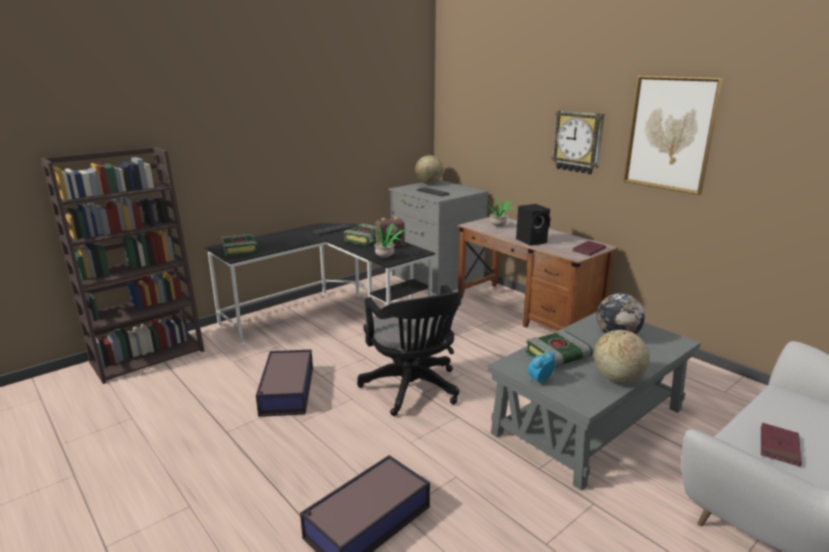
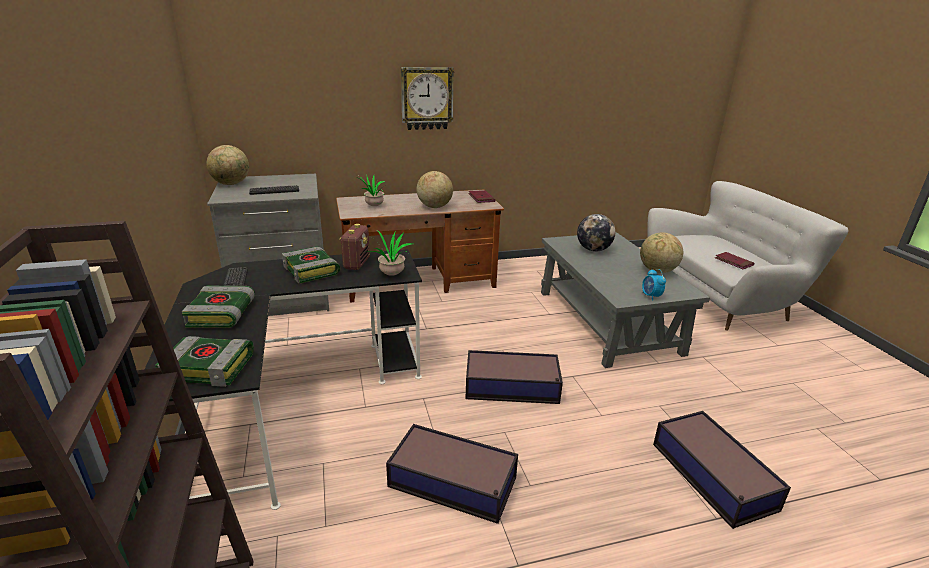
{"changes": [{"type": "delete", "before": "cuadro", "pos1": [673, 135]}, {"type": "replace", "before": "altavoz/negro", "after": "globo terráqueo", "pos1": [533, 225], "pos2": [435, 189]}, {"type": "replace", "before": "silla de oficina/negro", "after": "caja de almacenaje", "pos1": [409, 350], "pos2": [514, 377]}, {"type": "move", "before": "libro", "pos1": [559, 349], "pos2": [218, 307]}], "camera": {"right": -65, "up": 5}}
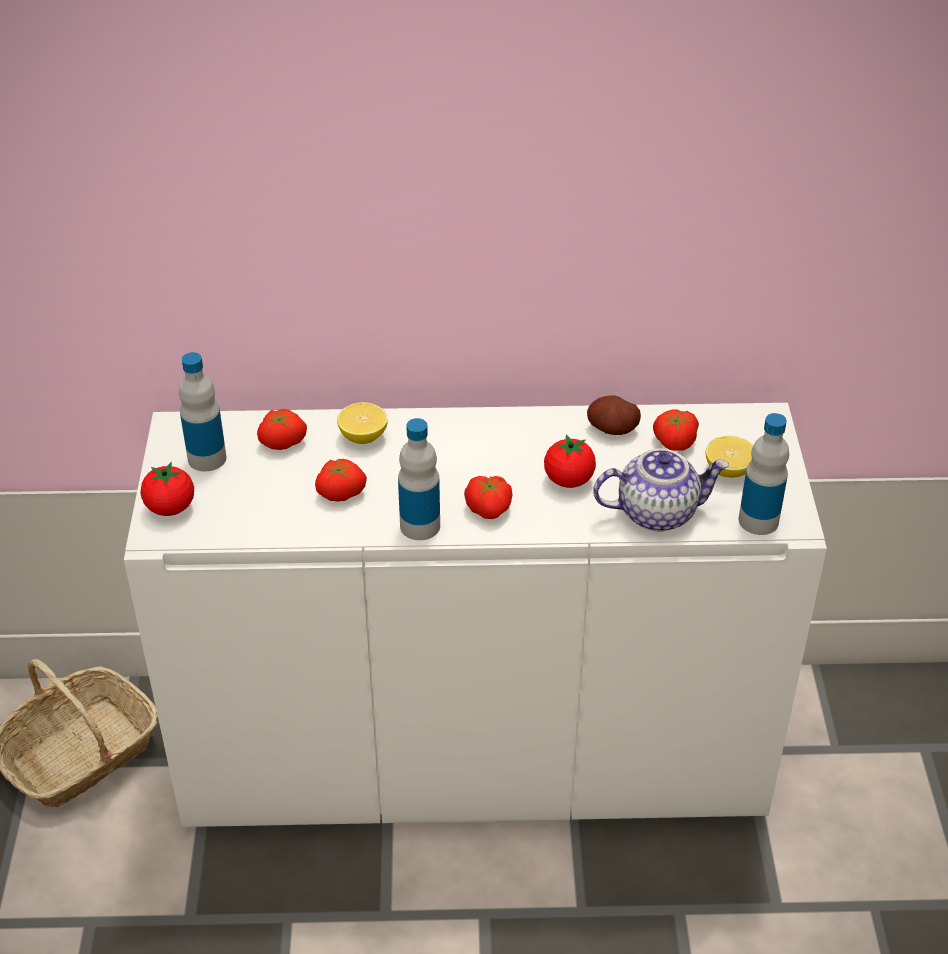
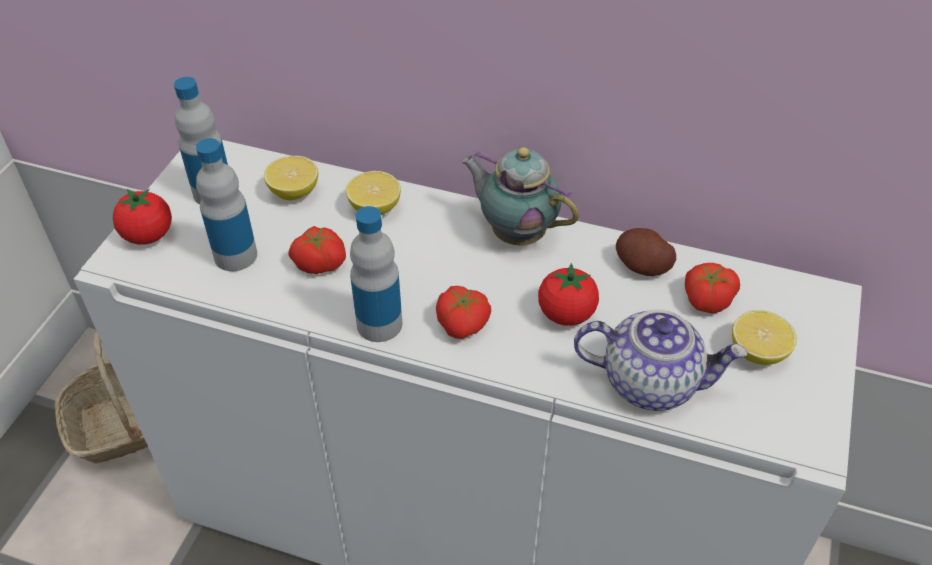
{"changes": [{"type": "replace", "before": "tomate", "after": "limón", "pos1": [282, 429], "pos2": [291, 178]}, {"type": "move", "before": "botella", "pos1": [763, 474], "pos2": [226, 204]}, {"type": "insert", "after": "tetera", "pos2": [520, 196]}], "camera": {"right": 20, "up": 5}}
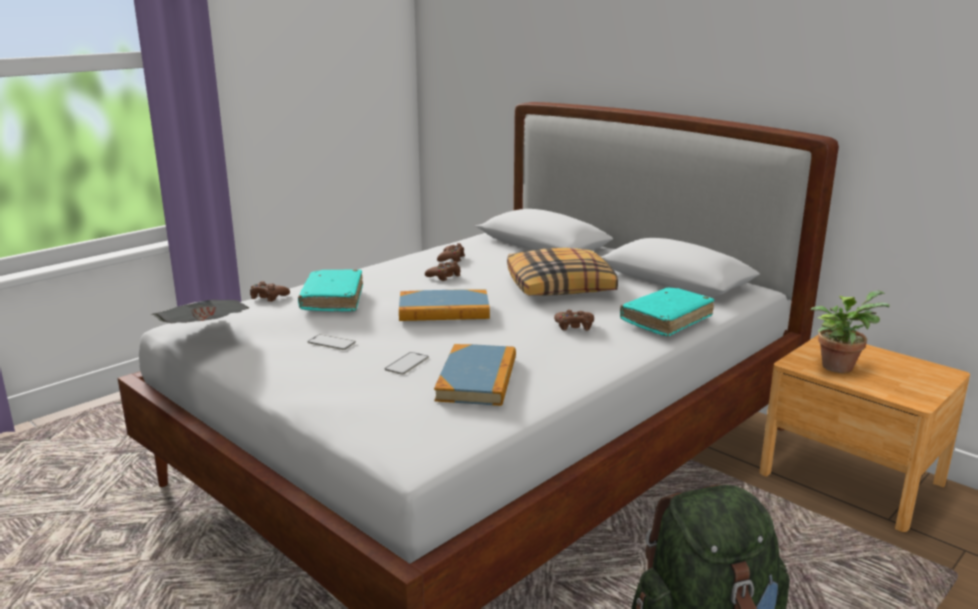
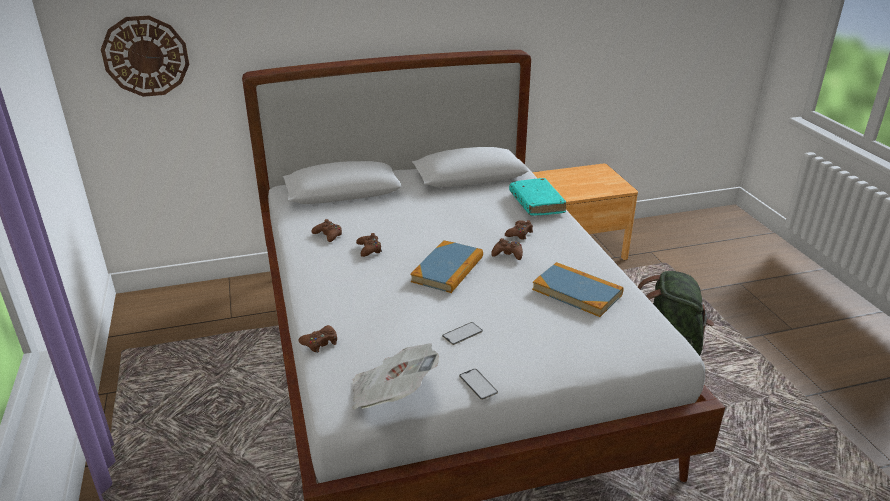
{"changes": [{"type": "delete", "before": "cojín", "pos1": [562, 271]}, {"type": "delete", "before": "libro/turquesa", "pos1": [330, 290]}, {"type": "delete", "before": "planta en maceta", "pos1": [849, 331]}, {"type": "move", "before": "móvil", "pos1": [407, 363], "pos2": [478, 384]}, {"type": "insert", "after": "reloj de pared", "pos2": [145, 56]}, {"type": "insert", "after": "mando de consola/marrón", "pos2": [507, 249]}], "camera": {"right": -60, "up": 10}}
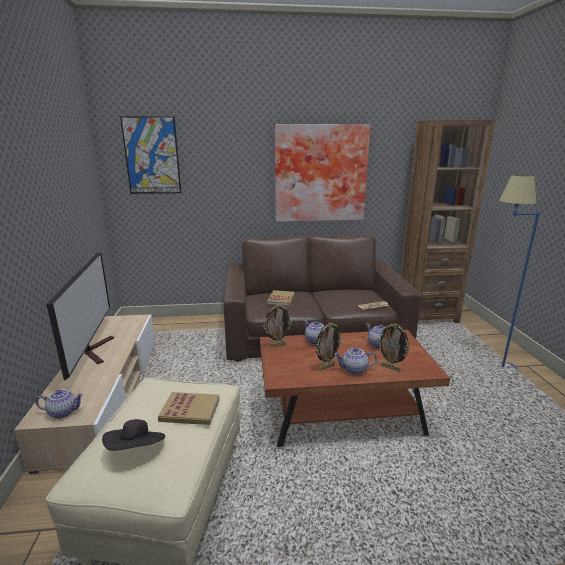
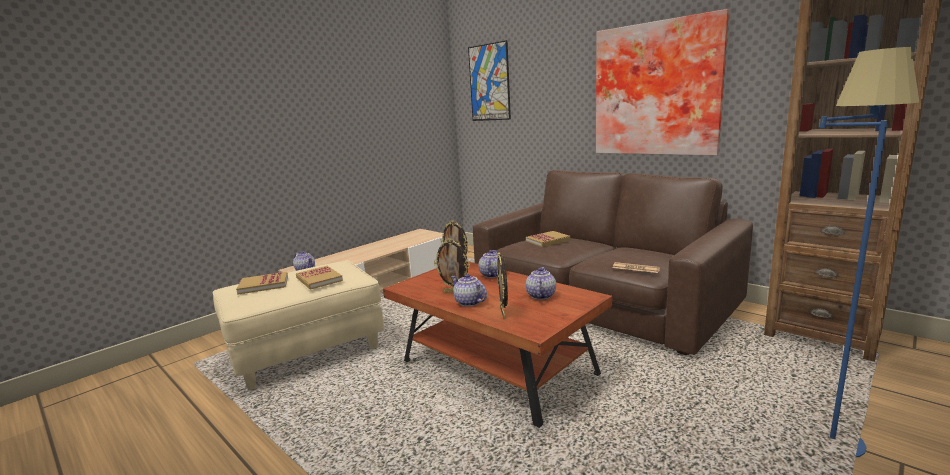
{"changes": [{"type": "delete", "before": "televisor", "pos1": [80, 316]}, {"type": "replace", "before": "sombrero/negro", "after": "libro", "pos1": [133, 435], "pos2": [262, 283]}], "camera": {"right": 50, "up": -5}}
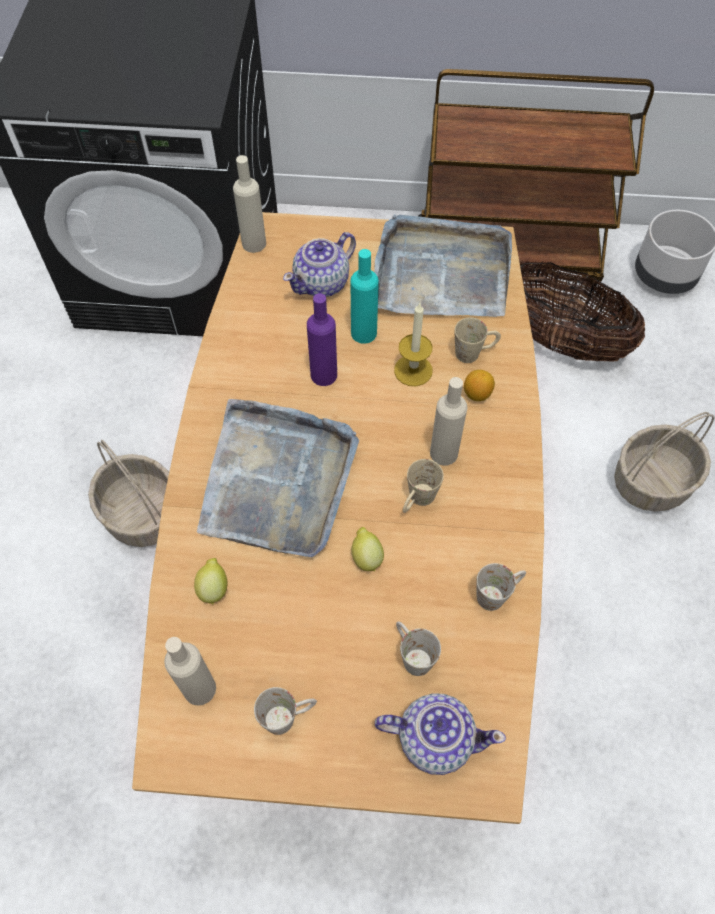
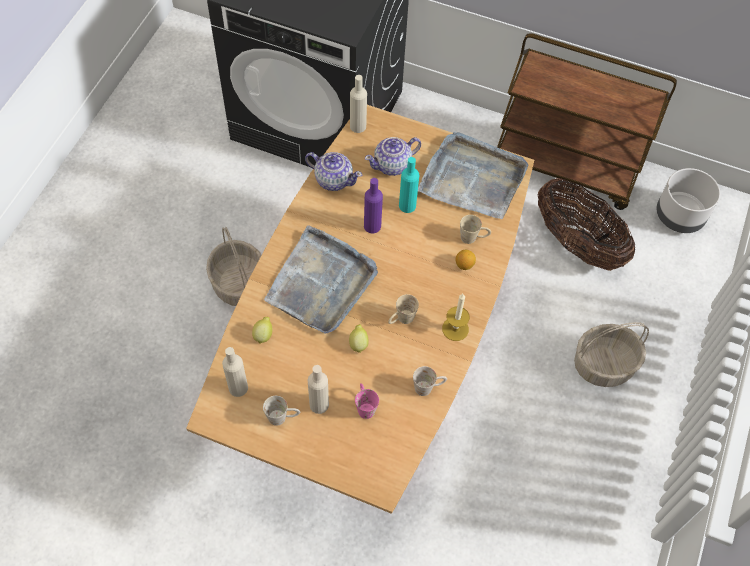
{"changes": [{"type": "move", "before": "vela", "pos1": [413, 344], "pos2": [456, 317]}, {"type": "move", "before": "botella/beis", "pos1": [449, 421], "pos2": [318, 389]}, {"type": "recolor", "before": "taza grande/blanco", "after": "taza grande/rosa", "pos1": [418, 648], "pos2": [367, 401]}, {"type": "move", "before": "tetera", "pos1": [440, 734], "pos2": [333, 171]}], "camera": {"right": 15, "up": 0}}
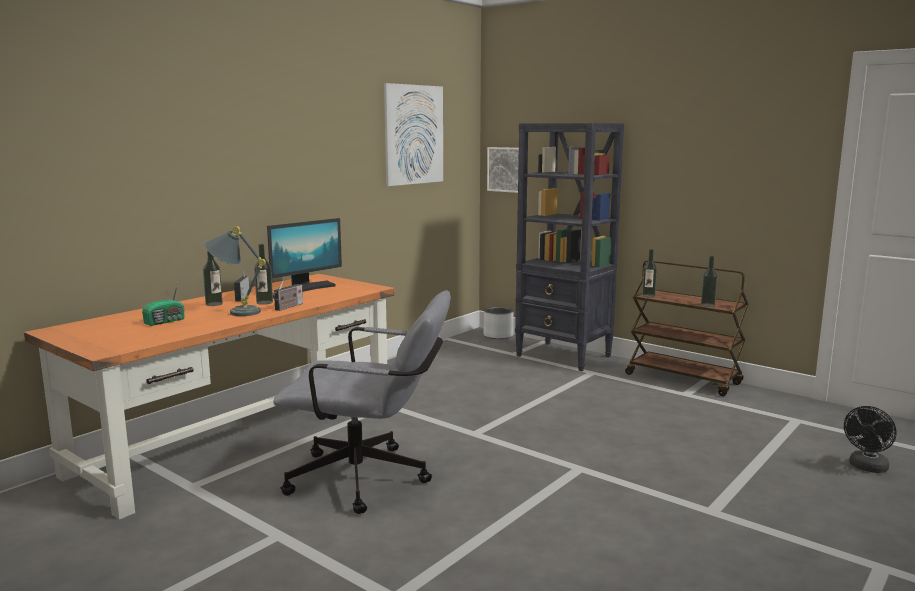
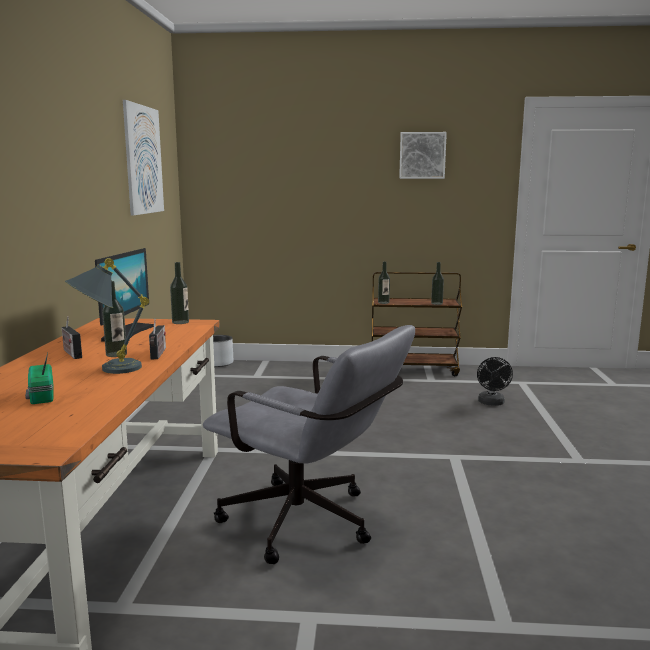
{"changes": [{"type": "delete", "before": "estantería/negro", "pos1": [569, 247]}, {"type": "move", "before": "cuadro", "pos1": [503, 170], "pos2": [423, 155]}, {"type": "move", "before": "botella", "pos1": [213, 278], "pos2": [179, 293]}, {"type": "rotate", "before": "radio", "pos1": [163, 304], "pos2": [39, 378], "turn": 150}, {"type": "rotate", "before": "silla de oficina/gris", "pos1": [362, 402], "pos2": [309, 444], "turn": 60}, {"type": "move", "before": "ventilador/negro", "pos1": [870, 439], "pos2": [495, 381]}], "camera": {"right": -35, "up": 0}}
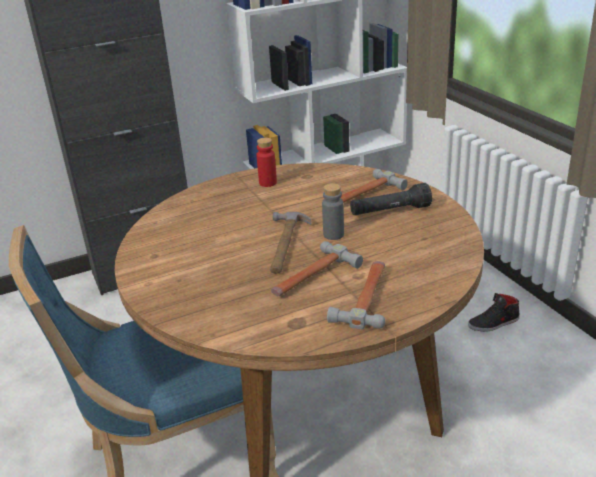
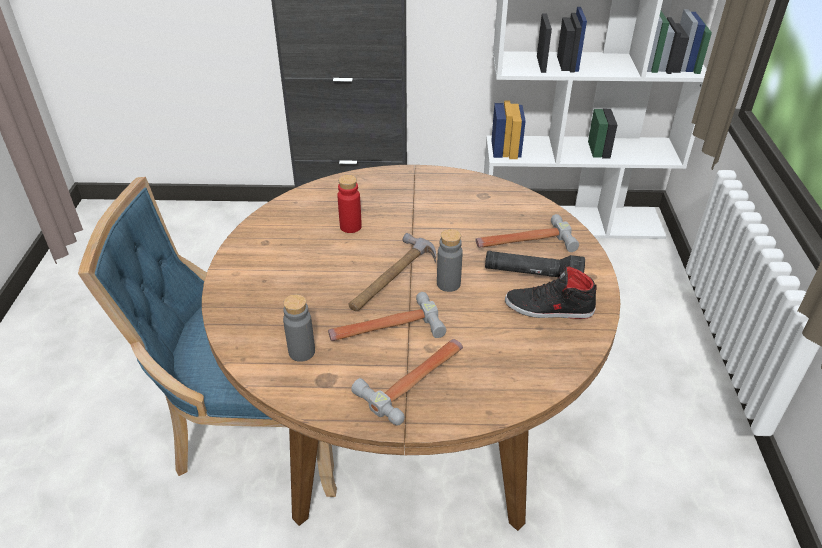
{"changes": [{"type": "move", "before": "botella/rojo", "pos1": [266, 162], "pos2": [349, 204]}, {"type": "move", "before": "zapato/negro", "pos1": [493, 312], "pos2": [551, 291]}, {"type": "insert", "after": "botella/gris", "pos2": [299, 328]}], "camera": {"right": 25, "up": 10}}
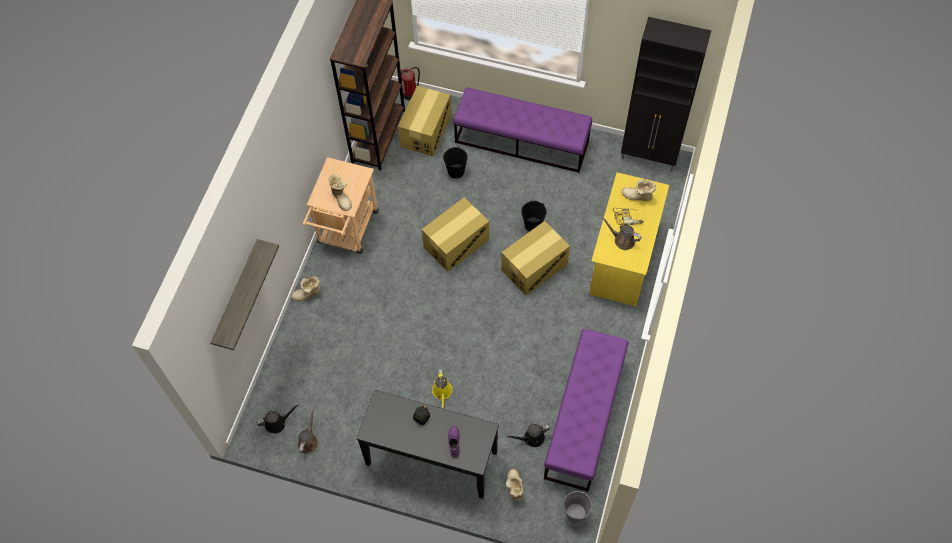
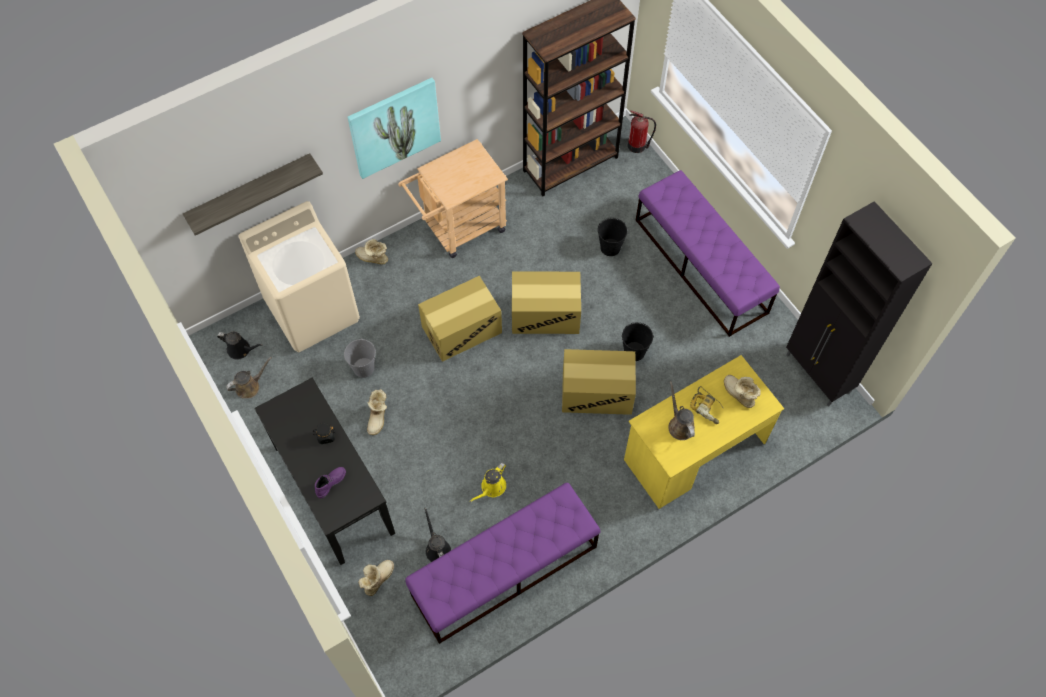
{"changes": [{"type": "move", "before": "caja de cartón", "pos1": [424, 121], "pos2": [460, 319]}, {"type": "move", "before": "bota", "pos1": [340, 192], "pos2": [377, 412]}, {"type": "move", "before": "regadera/amarillo", "pos1": [442, 388], "pos2": [488, 482]}, {"type": "rotate", "before": "regadera/negro", "pos1": [528, 435], "pos2": [437, 535], "turn": 45}, {"type": "move", "before": "cubo/gris", "pos1": [577, 507], "pos2": [360, 358]}, {"type": "insert", "after": "cuadro", "pos2": [394, 128]}, {"type": "insert", "after": "lavadora/beis", "pos2": [299, 276]}], "camera": {"right": 40, "up": 0}}
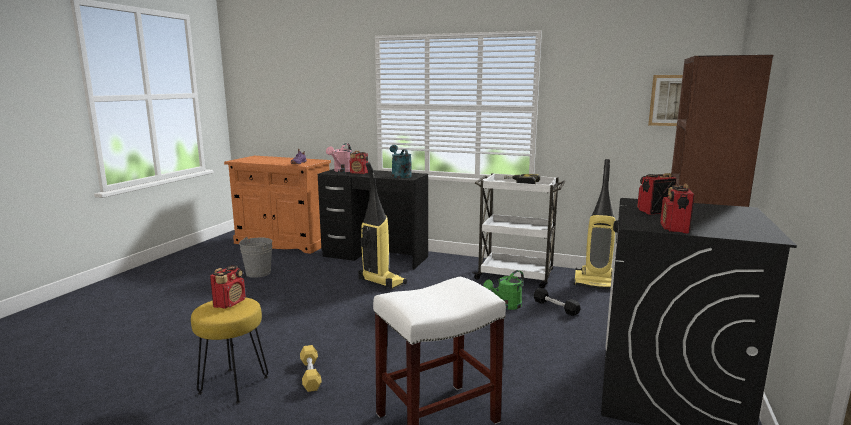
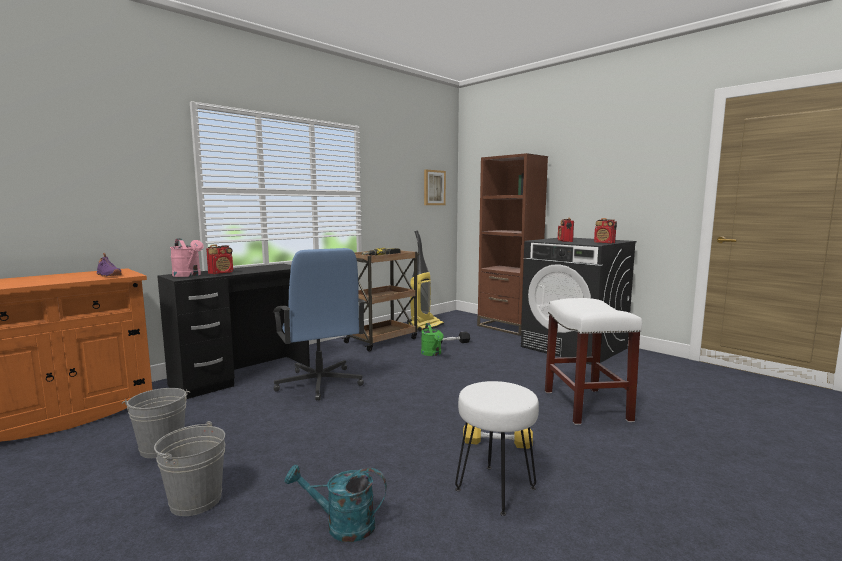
{"changes": [{"type": "move", "before": "regadera/turquesa", "pos1": [401, 161], "pos2": [336, 503]}, {"type": "replace", "before": "aspiradora", "after": "silla de oficina/azul", "pos1": [382, 225], "pos2": [319, 324]}, {"type": "recolor", "before": "carrito/blanco", "after": "carrito/marrón", "pos1": [518, 230], "pos2": [380, 301]}, {"type": "delete", "before": "radio", "pos1": [228, 287]}, {"type": "recolor", "before": "taburete/amarillo", "after": "taburete/blanco", "pos1": [229, 350], "pos2": [497, 448]}, {"type": "insert", "after": "cubo/gris", "pos2": [189, 468]}], "camera": {"right": -65, "up": -5}}
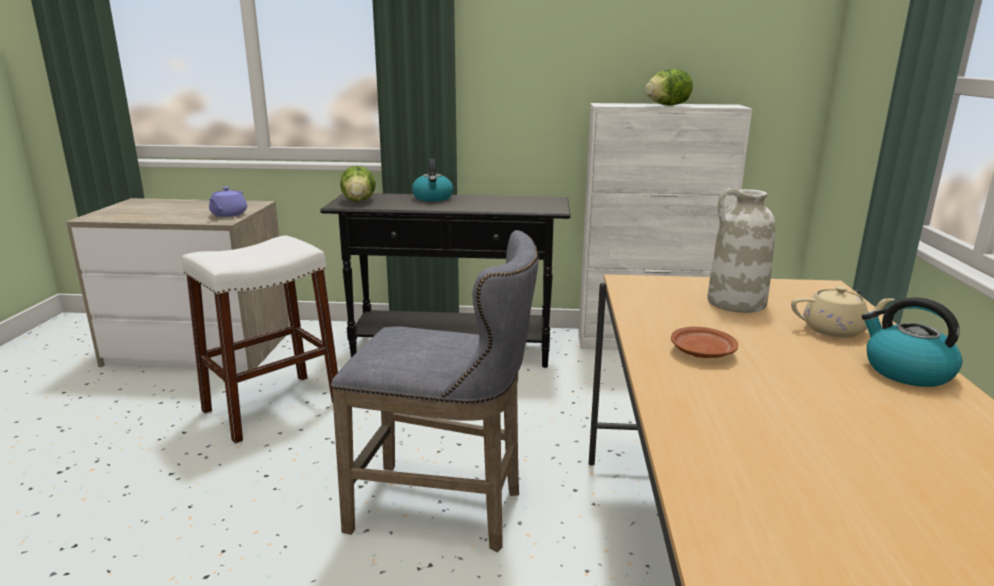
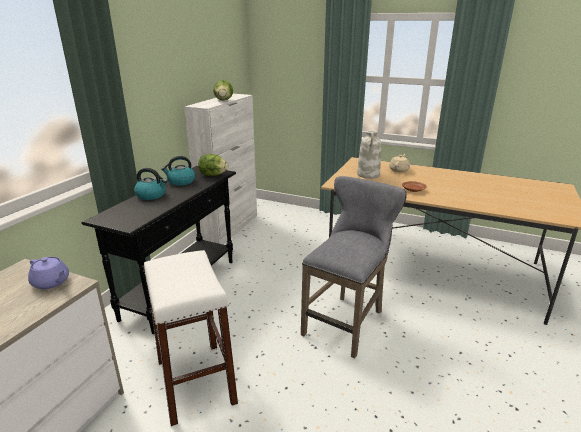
{"changes": [{"type": "move", "before": "lechuga", "pos1": [358, 183], "pos2": [213, 165]}, {"type": "move", "before": "hervidor", "pos1": [912, 342], "pos2": [178, 171]}], "camera": {"right": -70, "up": 5}}
